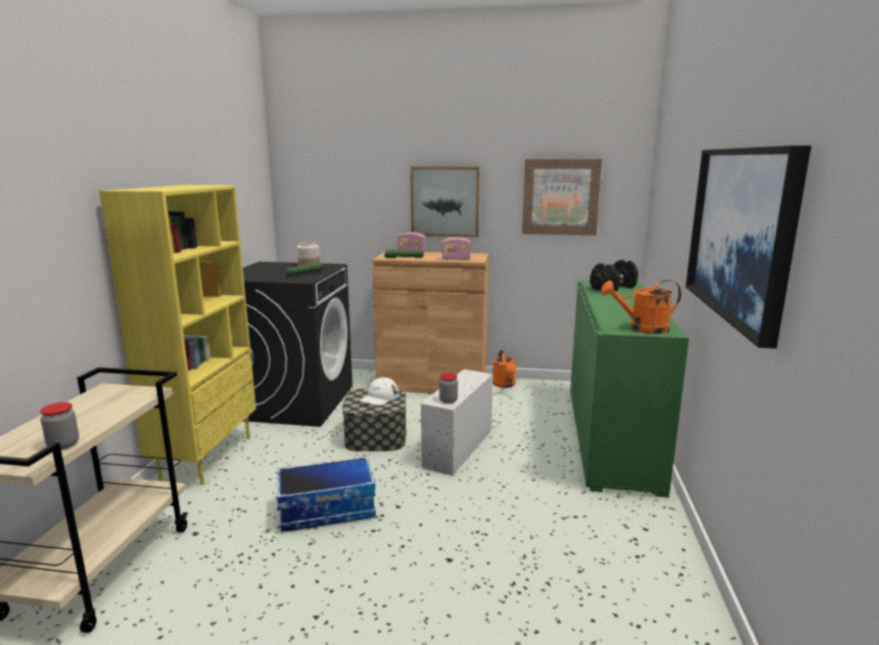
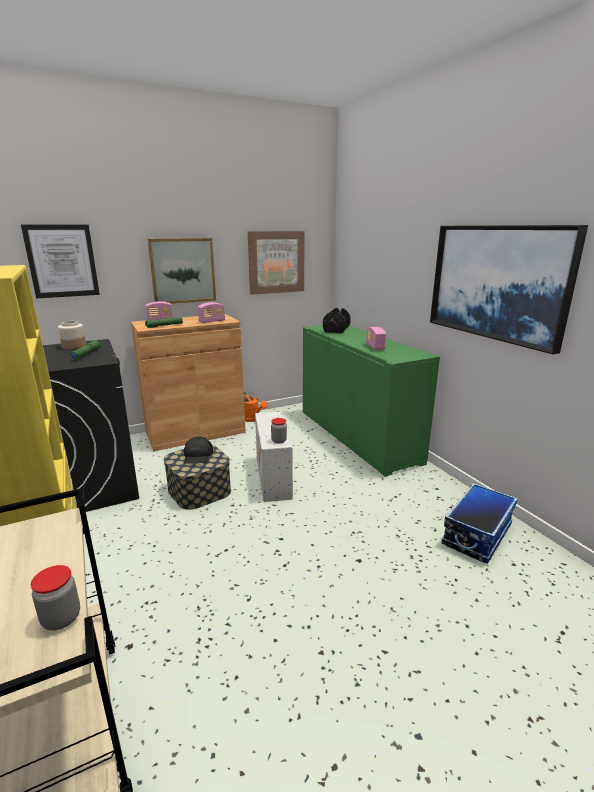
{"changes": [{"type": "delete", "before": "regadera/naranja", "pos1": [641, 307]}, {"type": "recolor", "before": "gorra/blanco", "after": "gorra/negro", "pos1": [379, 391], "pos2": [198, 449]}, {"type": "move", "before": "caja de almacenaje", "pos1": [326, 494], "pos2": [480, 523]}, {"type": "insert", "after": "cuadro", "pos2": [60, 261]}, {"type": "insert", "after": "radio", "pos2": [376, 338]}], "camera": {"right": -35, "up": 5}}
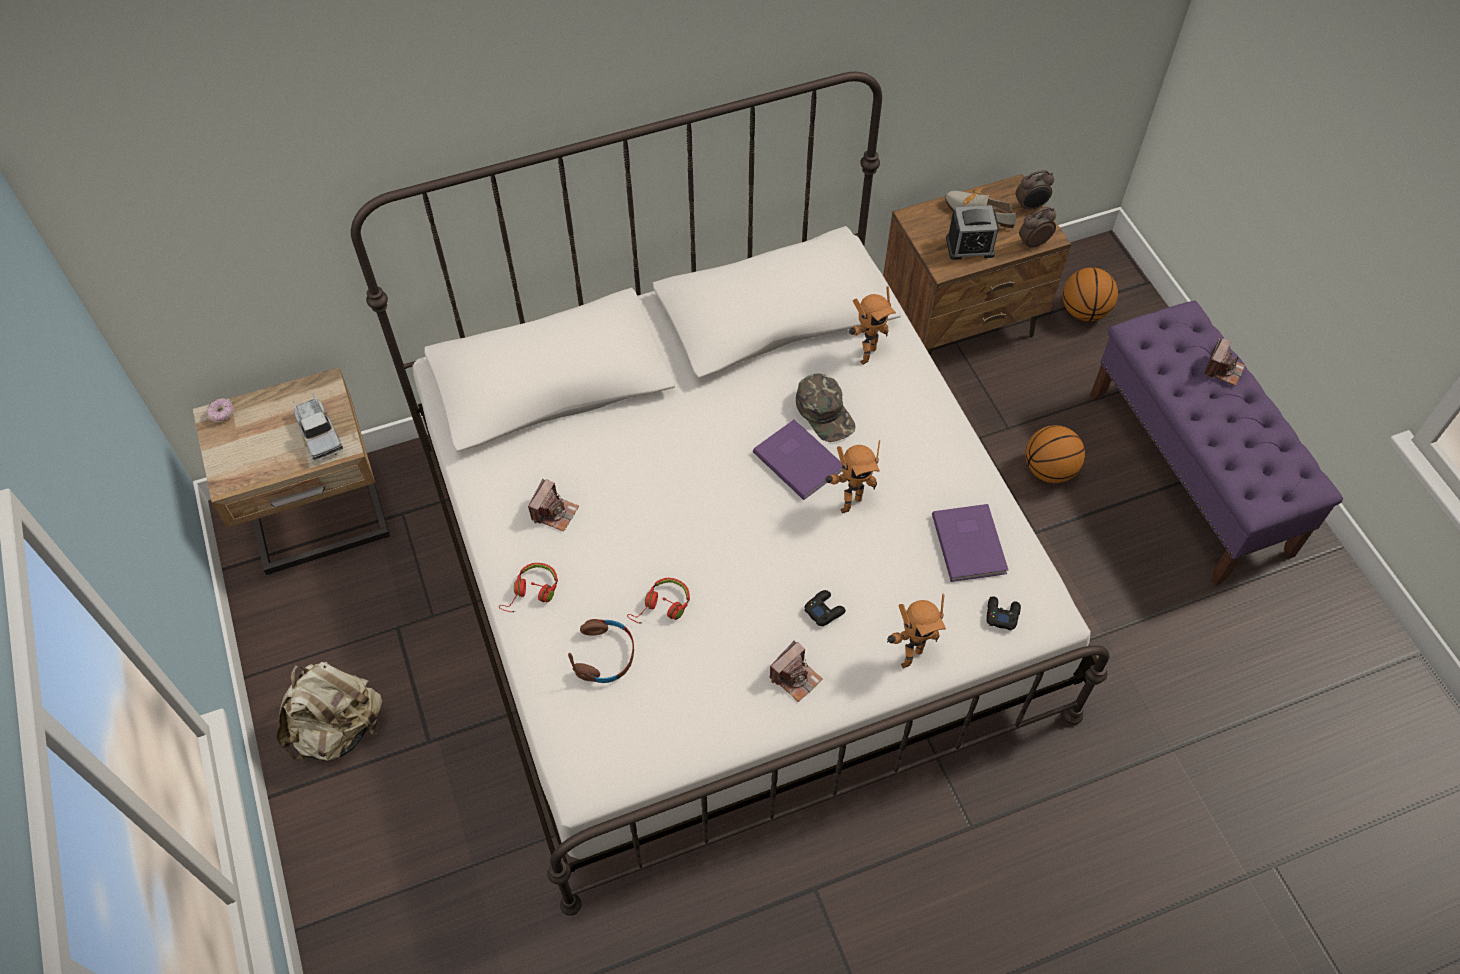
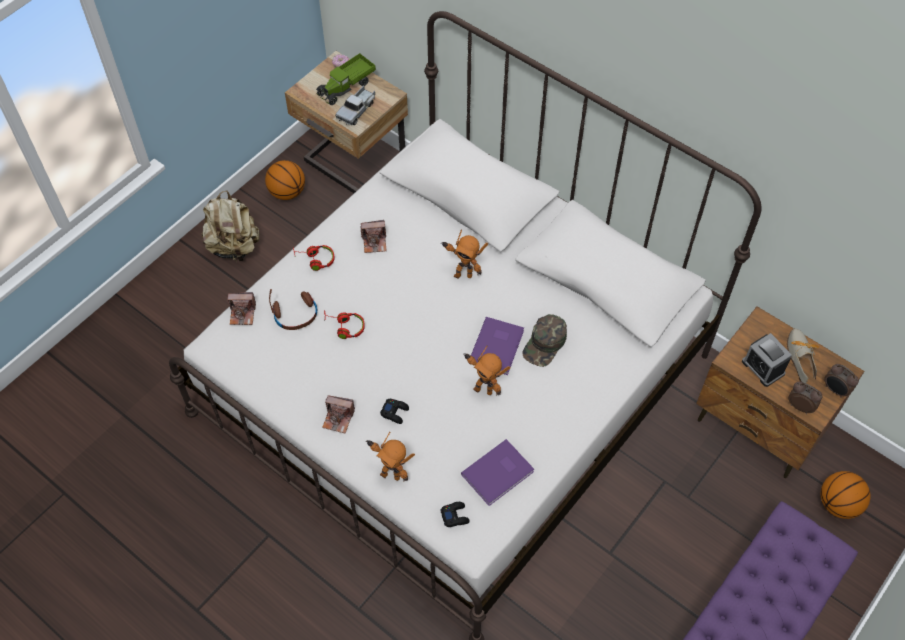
{"changes": [{"type": "move", "before": "robot de juguete", "pos1": [872, 325], "pos2": [464, 254]}, {"type": "move", "before": "cámara", "pos1": [1224, 361], "pos2": [241, 308]}, {"type": "move", "before": "balón de baloncesto", "pos1": [1055, 454], "pos2": [285, 180]}, {"type": "insert", "after": "camión de juguete", "pos2": [346, 79]}], "camera": {"right": 60, "up": 0}}
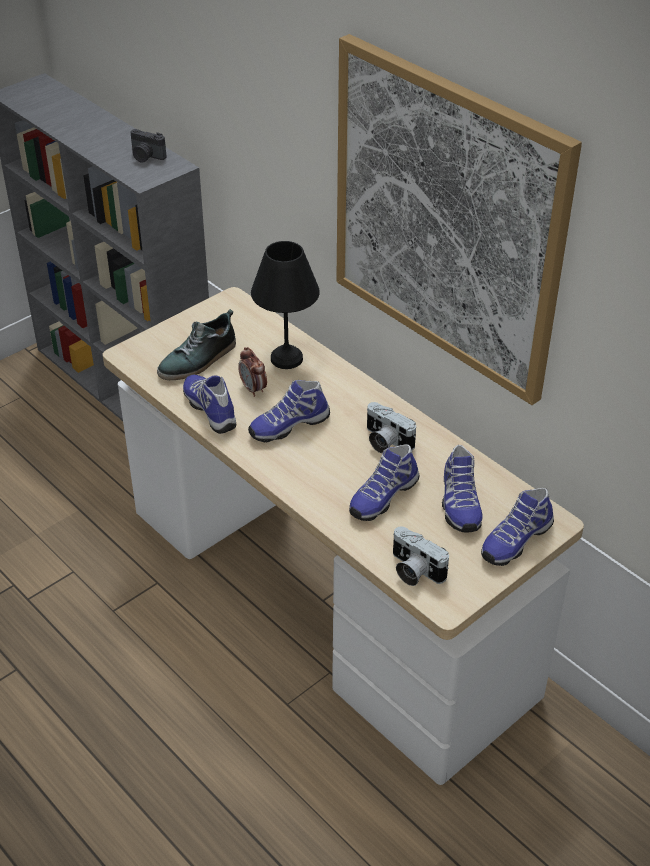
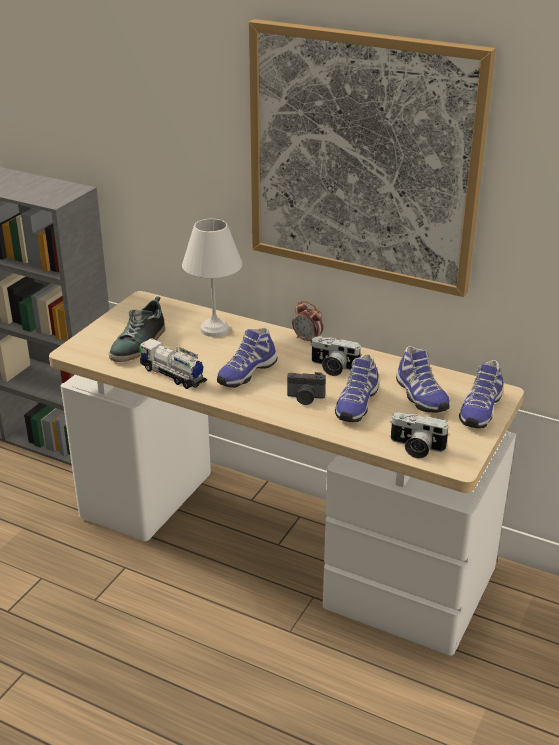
{"changes": [{"type": "move", "before": "cámara", "pos1": [148, 146], "pos2": [306, 388]}, {"type": "recolor", "before": "lámpara de mesa/negro", "after": "lámpara de mesa/blanco", "pos1": [285, 305], "pos2": [212, 278]}, {"type": "move", "before": "despertador", "pos1": [252, 372], "pos2": [307, 322]}, {"type": "replace", "before": "zapato", "after": "camión de juguete", "pos1": [209, 404], "pos2": [173, 363]}], "camera": {"right": -20, "up": -10}}
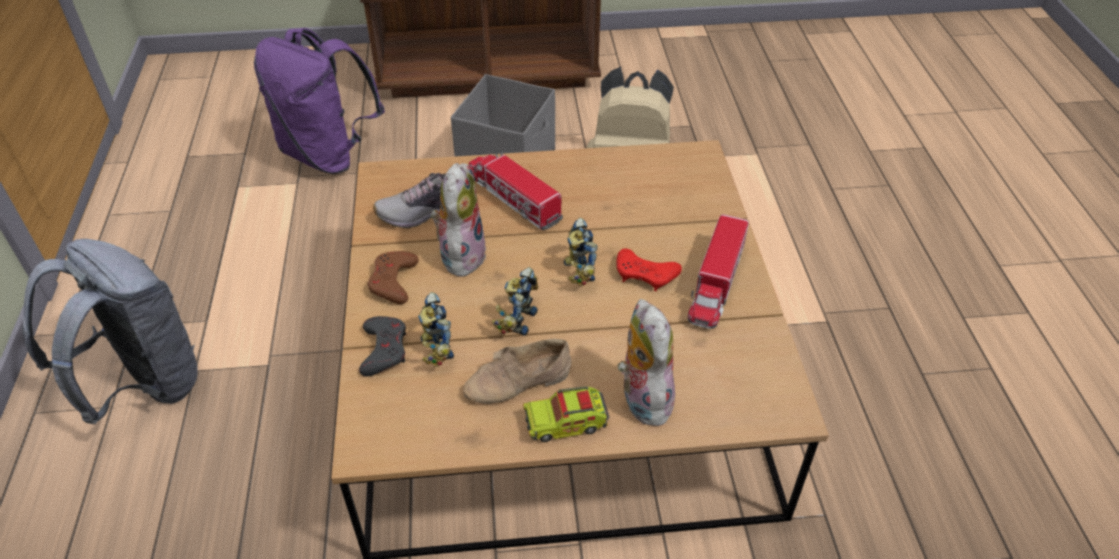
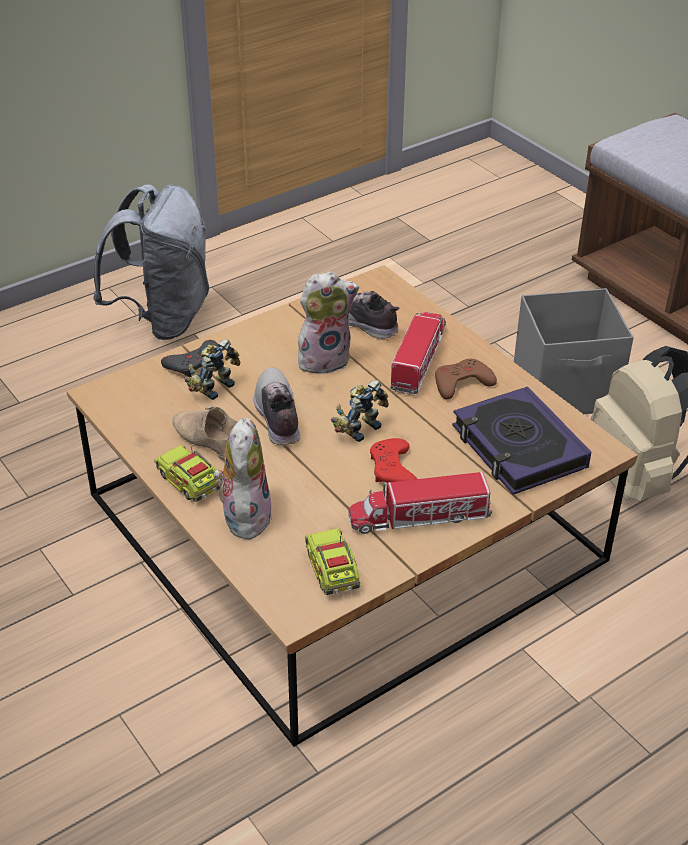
{"changes": [{"type": "delete", "before": "mochila/morado", "pos1": [319, 101]}, {"type": "move", "before": "mando de consola/marrón", "pos1": [393, 277], "pos2": [466, 379]}, {"type": "replace", "before": "robot de juguete", "after": "zapato", "pos1": [515, 301], "pos2": [277, 406]}, {"type": "rotate", "before": "peluche", "pos1": [648, 362], "pos2": [242, 479], "turn": -45}, {"type": "insert", "after": "libro", "pos2": [521, 440]}, {"type": "insert", "after": "camión de juguete", "pos2": [333, 561]}], "camera": {"right": 60, "up": -5}}
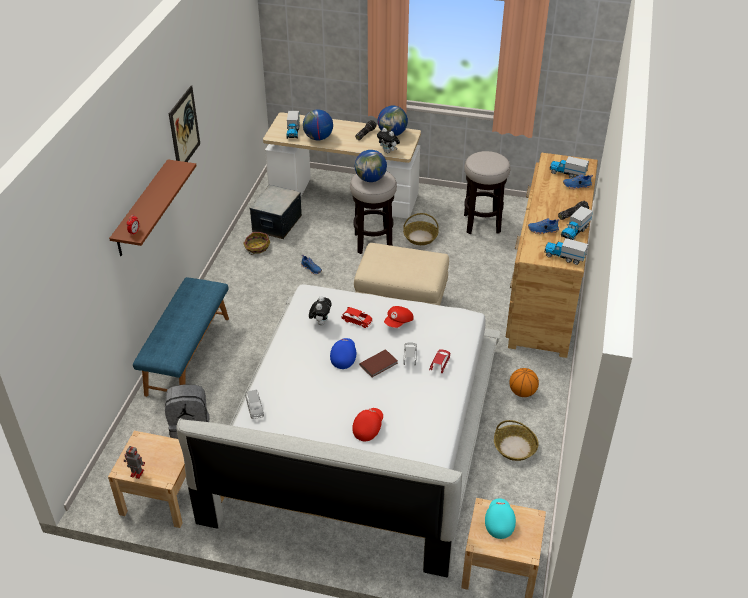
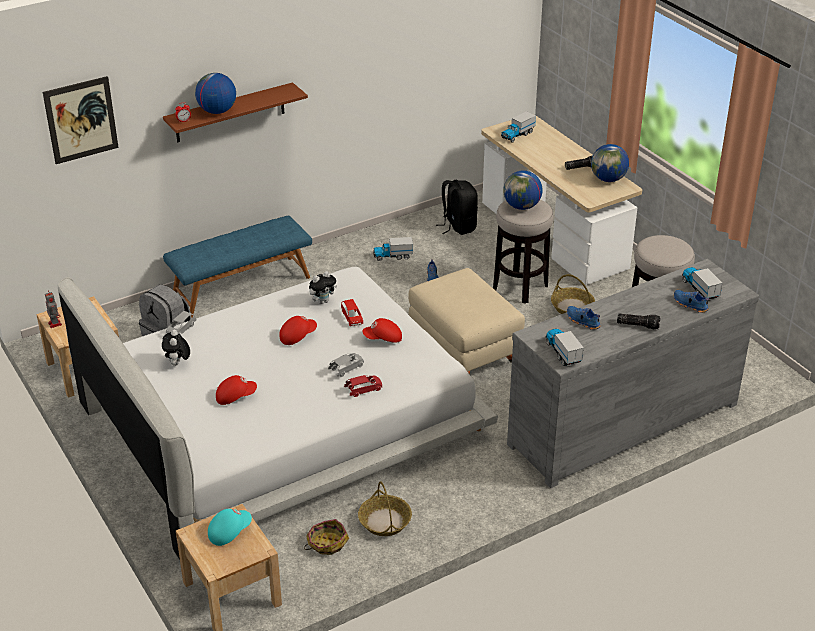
{"changes": [{"type": "move", "before": "cuadro", "pos1": [184, 123], "pos2": [81, 120]}, {"type": "move", "before": "globo terráqueo", "pos1": [318, 125], "pos2": [215, 93]}, {"type": "move", "before": "peluche", "pos1": [388, 140], "pos2": [176, 348]}, {"type": "recolor", "before": "cómoda/marrón", "after": "cómoda/gris", "pos1": [552, 255], "pos2": [633, 373]}, {"type": "replace", "before": "caja de almacenaje", "after": "mochila/negro", "pos1": [275, 212], "pos2": [457, 207]}, {"type": "move", "before": "camión de juguete", "pos1": [577, 223], "pos2": [393, 249]}, {"type": "move", "before": "cesta", "pos1": [256, 243], "pos2": [326, 537]}, {"type": "recolor", "before": "gorra/azul", "after": "gorra/rojo", "pos1": [343, 353], "pos2": [298, 330]}, {"type": "delete", "before": "libro/marrón", "pos1": [378, 363]}, {"type": "delete", "before": "balón de baloncesto", "pos1": [524, 382]}], "camera": {"right": 45, "up": -5}}
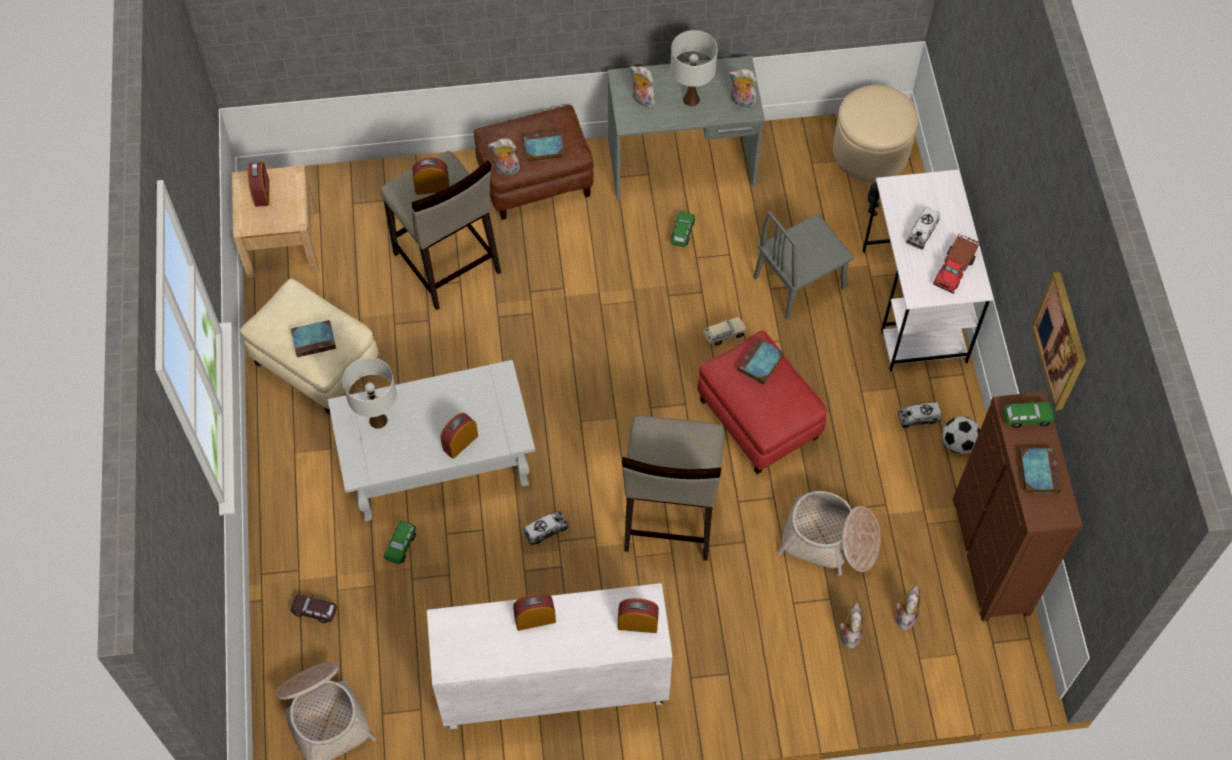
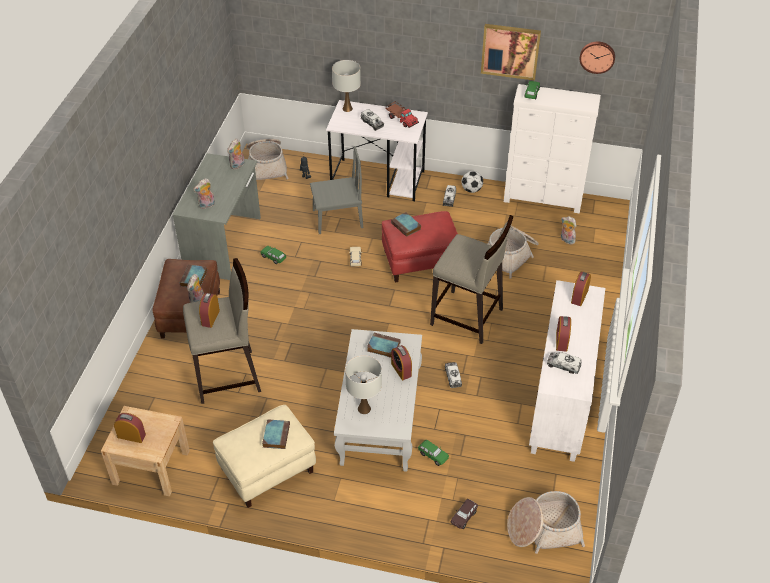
{"changes": [{"type": "move", "before": "lámpara de mesa/blanco", "pos1": [694, 68], "pos2": [346, 86]}, {"type": "replace", "before": "puf/beis", "after": "cesta", "pos1": [875, 133], "pos2": [267, 159]}, {"type": "rotate", "before": "silla/gris", "pos1": [803, 265], "pos2": [336, 190], "turn": -90}, {"type": "recolor", "before": "cómoda/marrón", "after": "cómoda/blanco", "pos1": [1018, 506], "pos2": [552, 148]}, {"type": "move", "before": "libro", "pos1": [1040, 471], "pos2": [384, 345]}, {"type": "delete", "before": "peluche", "pos1": [851, 625]}, {"type": "insert", "after": "reloj de pared", "pos2": [597, 58]}, {"type": "insert", "after": "camión de juguete", "pos2": [564, 363]}], "camera": {"right": -70, "up": -15}}
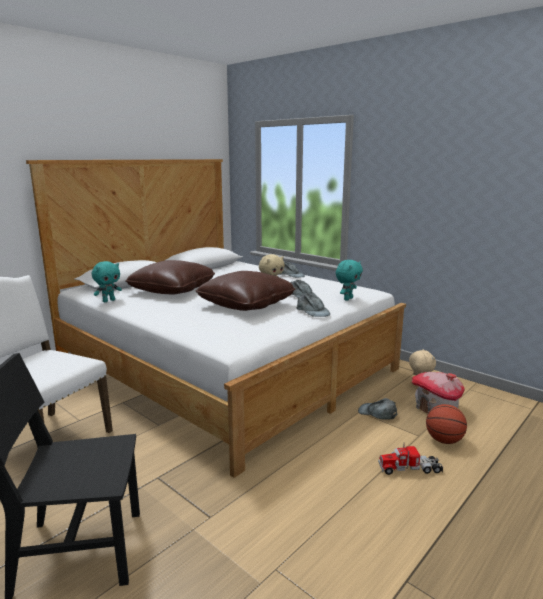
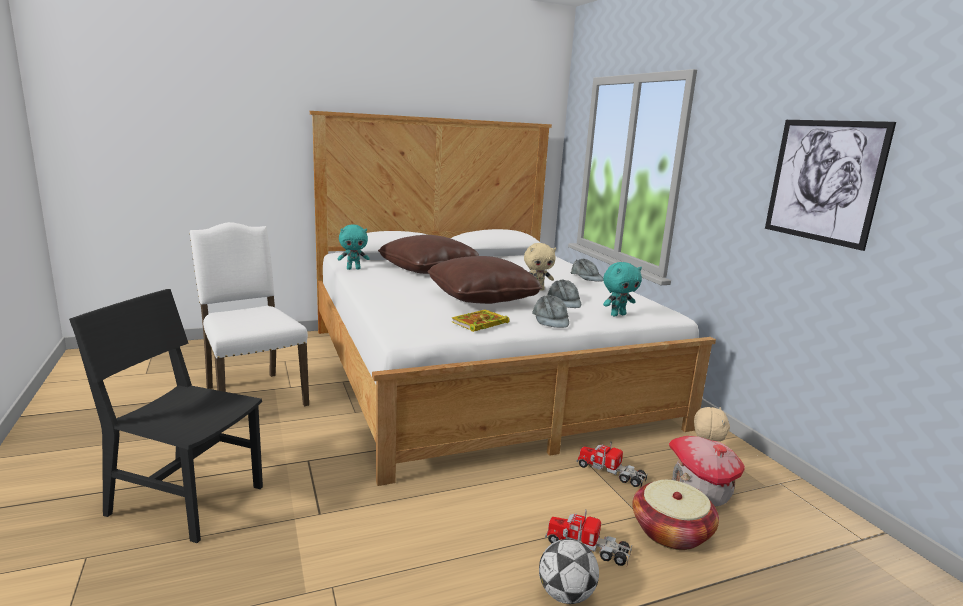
{"changes": [{"type": "replace", "before": "gorra/gris", "after": "camión de juguete", "pos1": [377, 409], "pos2": [612, 465]}, {"type": "replace", "before": "balón de baloncesto", "after": "cesta", "pos1": [446, 424], "pos2": [675, 515]}, {"type": "insert", "after": "cuadro", "pos2": [830, 185]}, {"type": "insert", "after": "libro", "pos2": [481, 321]}, {"type": "insert", "after": "balón de fútbol", "pos2": [569, 571]}], "camera": {"right": 25, "up": 0}}
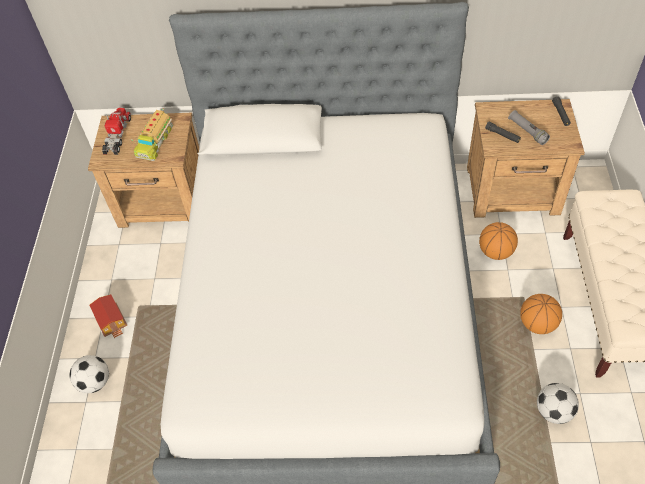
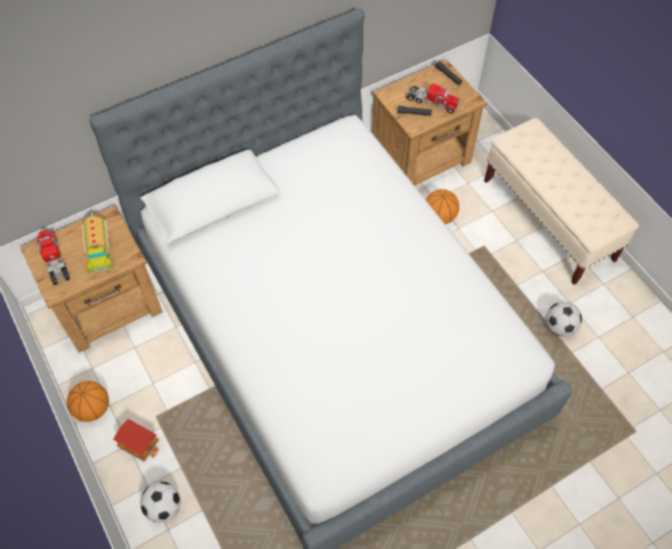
{"changes": [{"type": "replace", "before": "linterna/gris", "after": "camión de juguete", "pos1": [529, 127], "pos2": [433, 99]}, {"type": "move", "before": "balón de baloncesto", "pos1": [541, 314], "pos2": [88, 401]}], "camera": {"right": -35, "up": 5}}
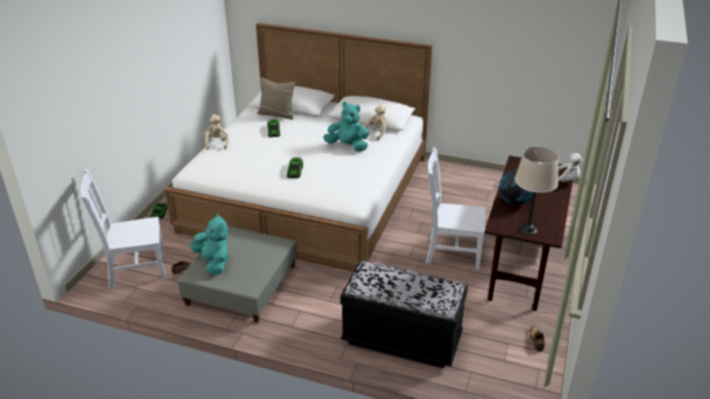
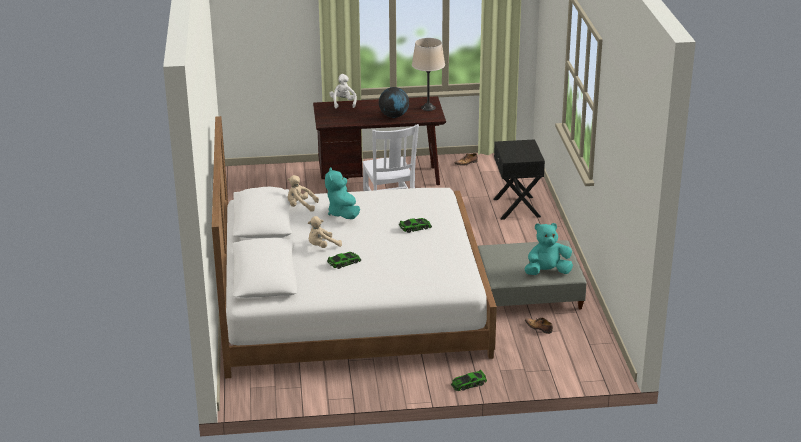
{"changes": [{"type": "delete", "before": "cojín/beis", "pos1": [276, 98]}, {"type": "move", "before": "peluche/beis", "pos1": [216, 132], "pos2": [325, 232]}, {"type": "delete", "before": "silla/blanco", "pos1": [123, 229]}, {"type": "rotate", "before": "peluche/turquesa", "pos1": [209, 244], "pos2": [549, 249], "turn": 45}, {"type": "replace", "before": "banco/negro", "after": "mesita de noche/negro", "pos1": [404, 314], "pos2": [519, 179]}], "camera": {"right": -115, "up": -5}}
